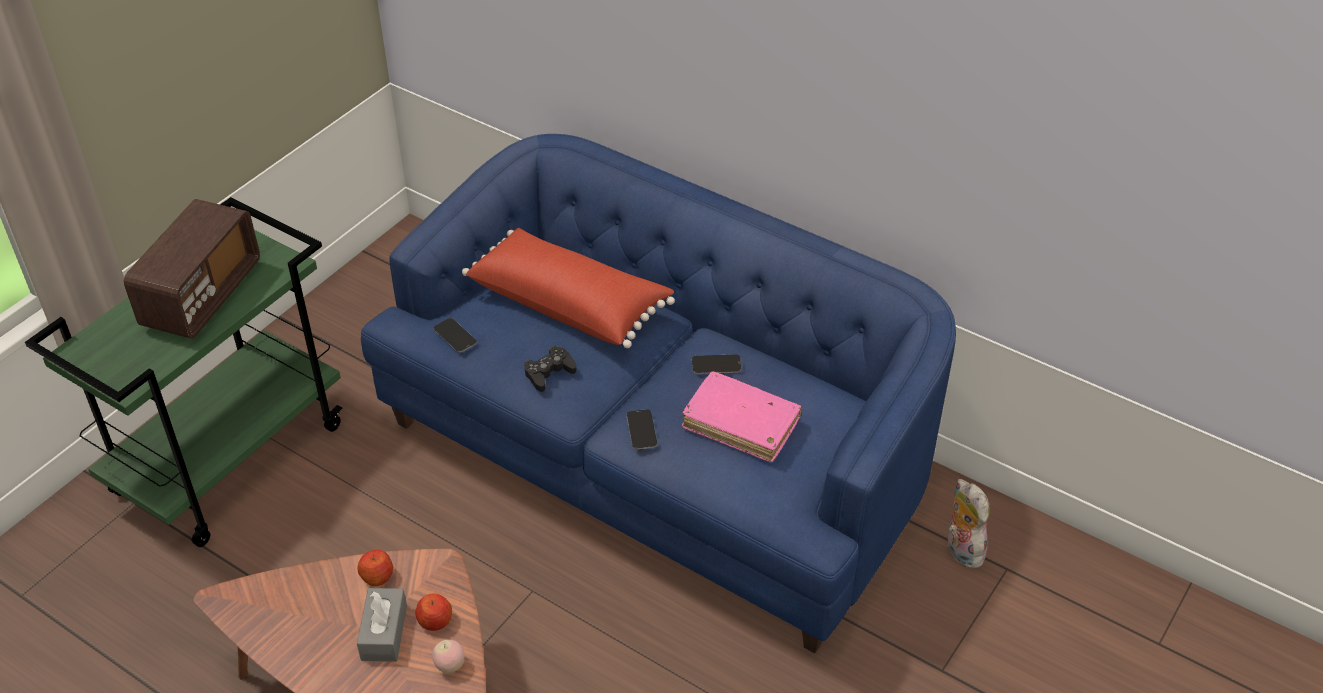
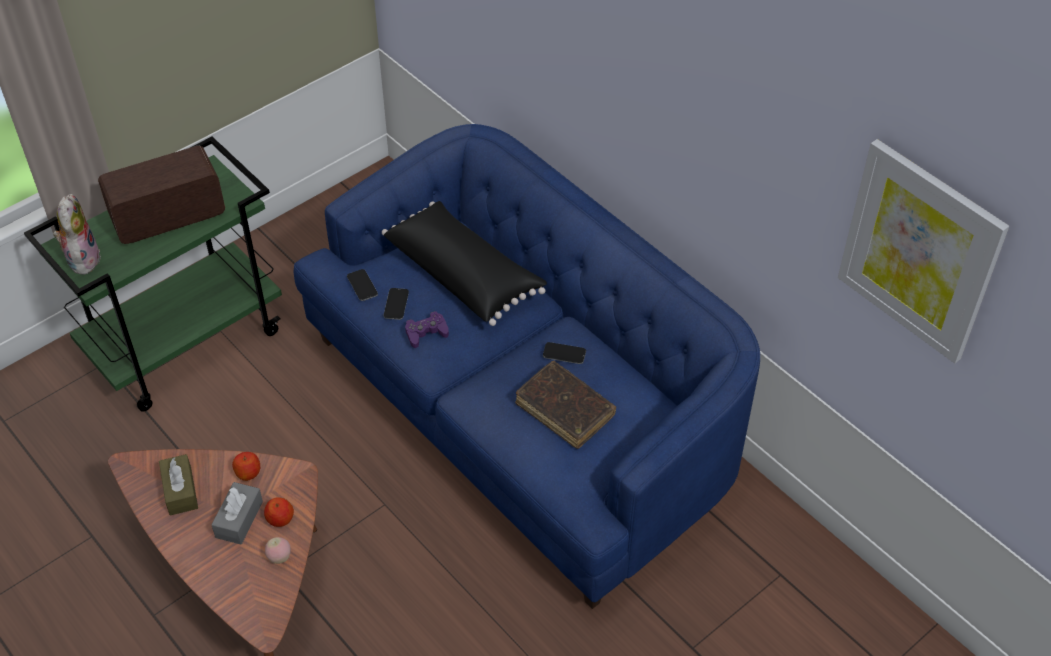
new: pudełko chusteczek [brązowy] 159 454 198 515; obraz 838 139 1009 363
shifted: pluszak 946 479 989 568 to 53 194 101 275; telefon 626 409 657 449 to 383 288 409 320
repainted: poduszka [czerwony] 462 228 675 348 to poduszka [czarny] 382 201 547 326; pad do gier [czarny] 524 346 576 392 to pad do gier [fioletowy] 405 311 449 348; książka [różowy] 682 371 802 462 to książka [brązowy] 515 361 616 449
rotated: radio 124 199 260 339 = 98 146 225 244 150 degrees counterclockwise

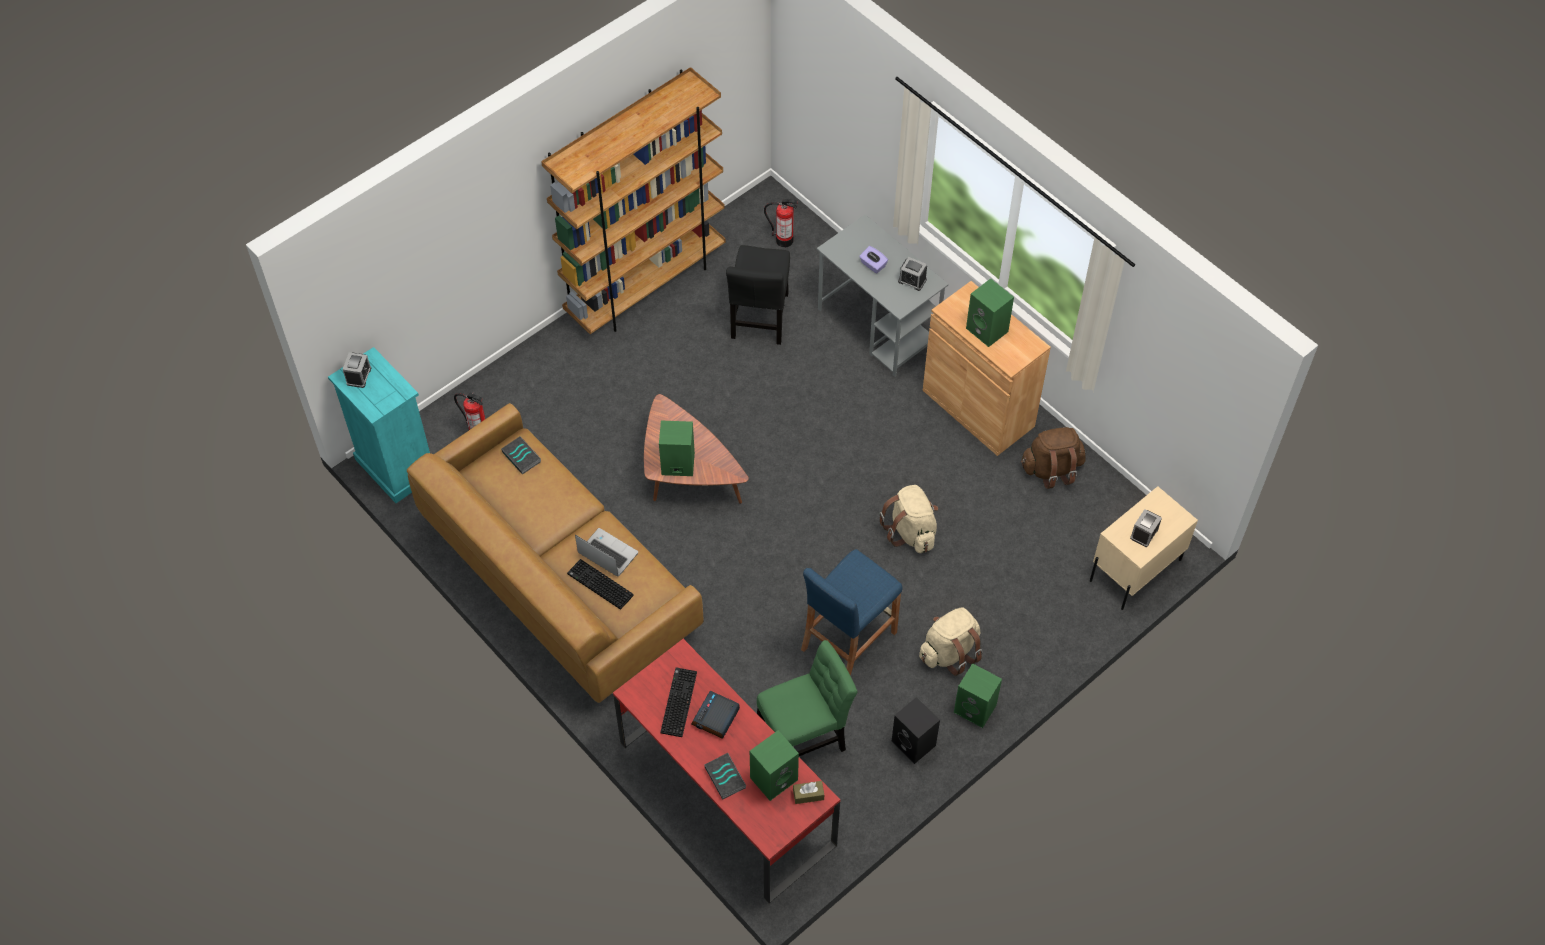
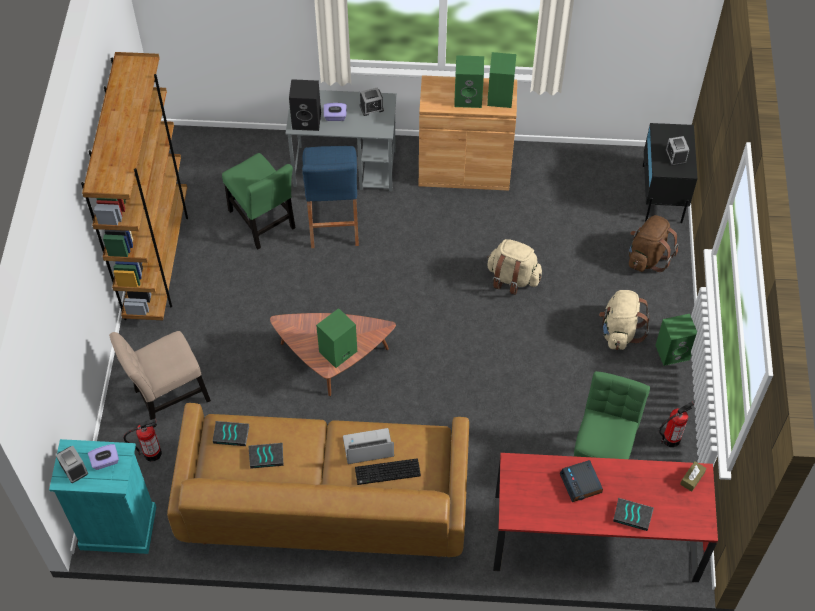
gone: klawiatura 660 667 697 737
new: pudełko chusteczek [fioletowy] 88 444 119 470; krzesło [beżowy] 109 331 211 428; książka 248 443 284 469
shifted: głośnik [czarny] 892 697 940 764 to 289 79 321 131; stołek [niebieski] 801 549 902 676 to 302 146 359 248; głośnik [zielony] 750 730 799 801 to 487 52 516 108; plecak [brązowy] 1021 427 1086 489 to 629 215 679 272; gaśnica 764 199 798 247 to 659 402 694 447
repainted: krzesło [czarny] 726 245 790 345 to krzesło [zielony] 222 153 296 249; szafka nocna [beżowy] 1090 486 1198 610 to szafka nocna [czarny] 643 123 698 223

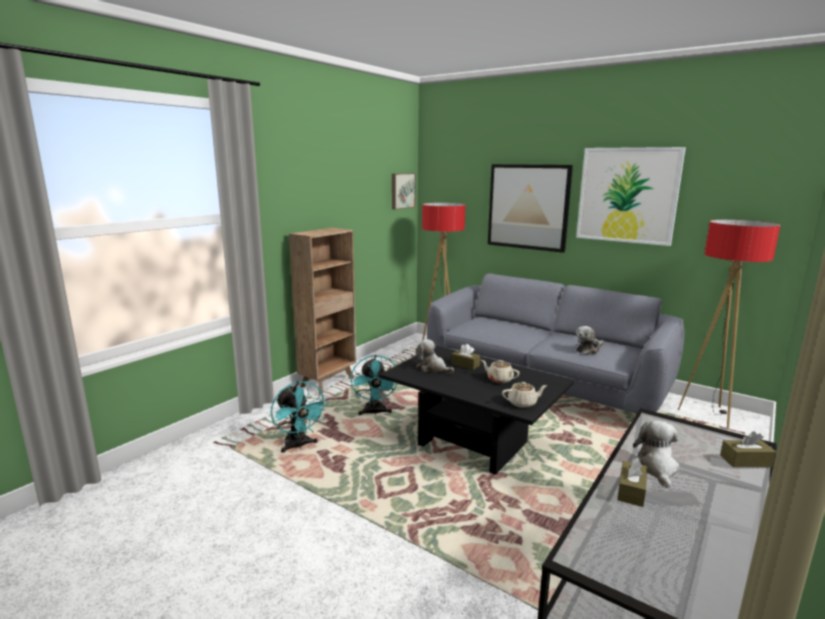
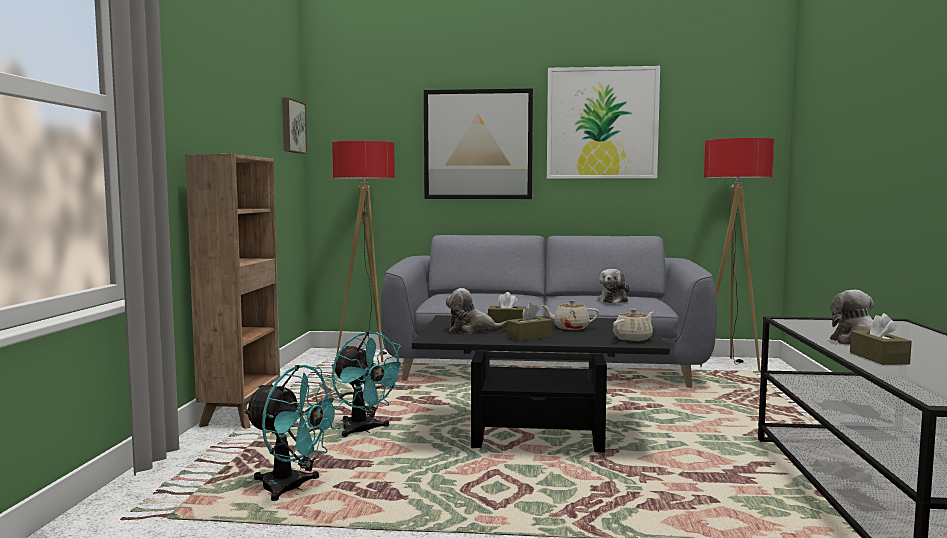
shifted: pudełko chusteczek [brązowy] 720 431 776 467 to 506 303 552 341

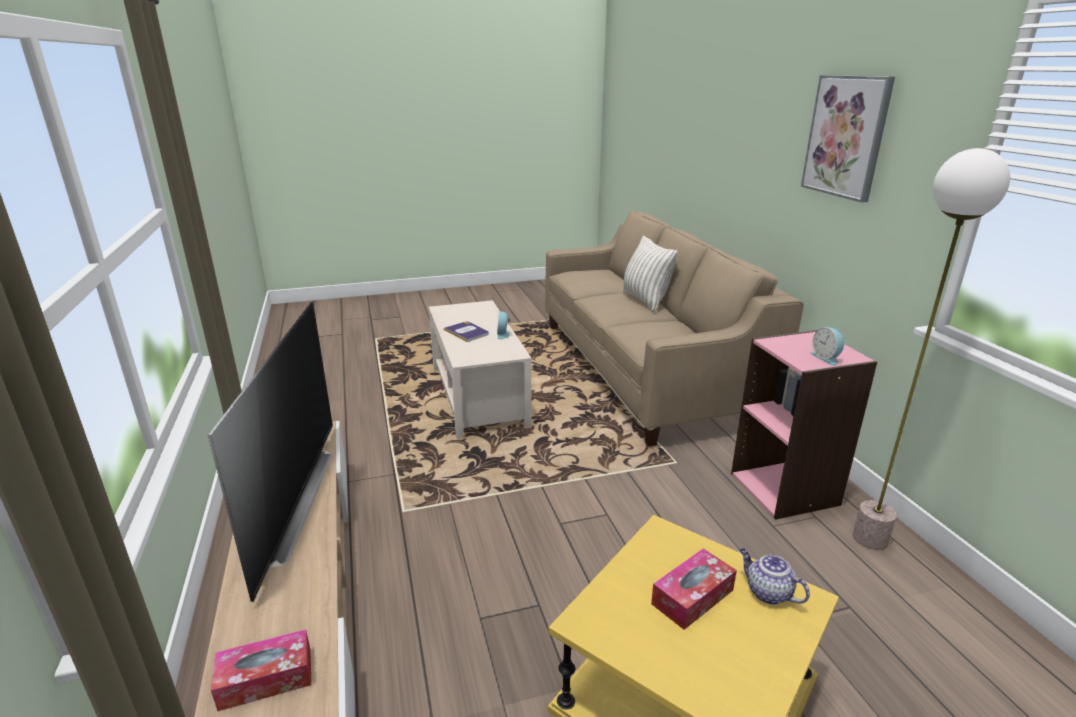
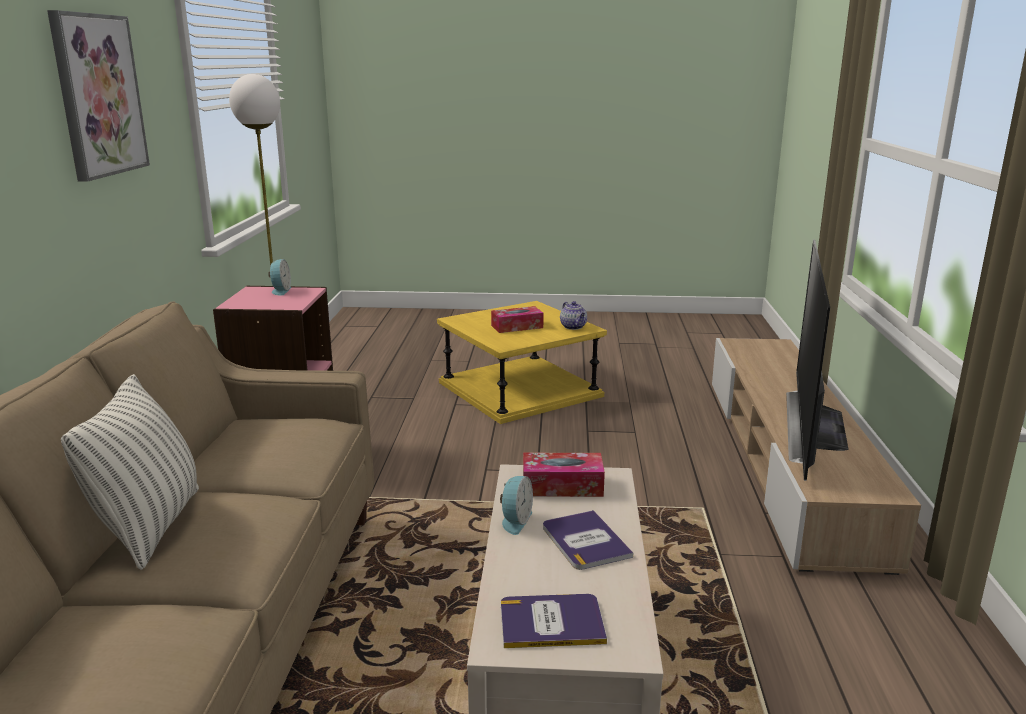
new: książka 501 594 607 648
shifted: pudełko chusteczek 211 629 312 711 to 523 453 605 497; imbryk 740 548 810 605 to 560 301 587 330

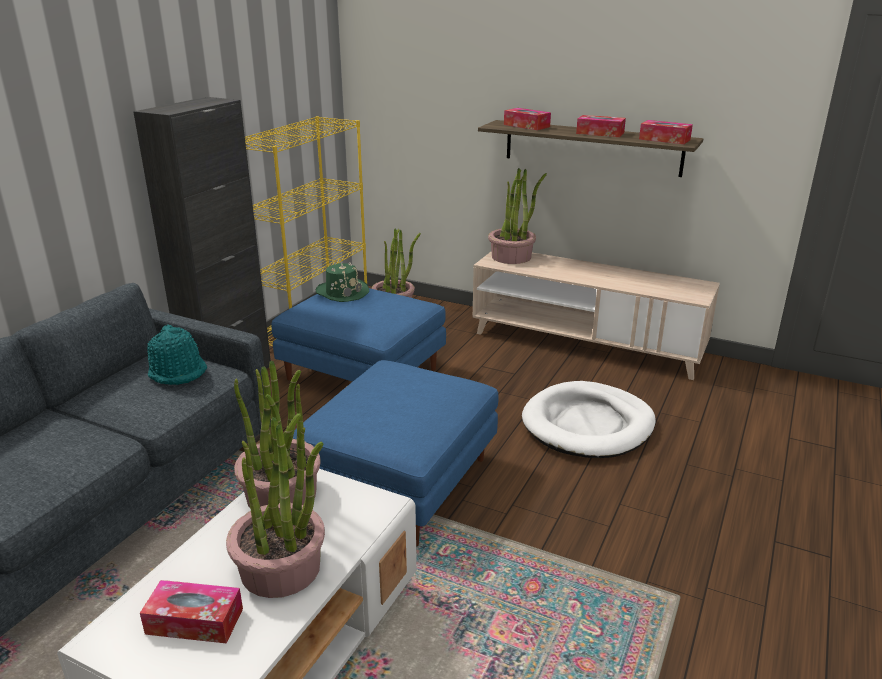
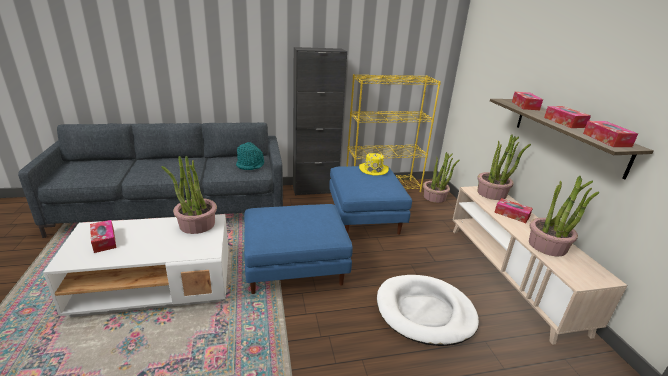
new: pudełko chusteczek 494 198 533 223
shifted: roślina doniczkowa 226 413 325 598 to 529 176 599 256
repainted: kapelusz [zielony] 316 263 369 302 to kapelusz [żółty] 359 153 389 176

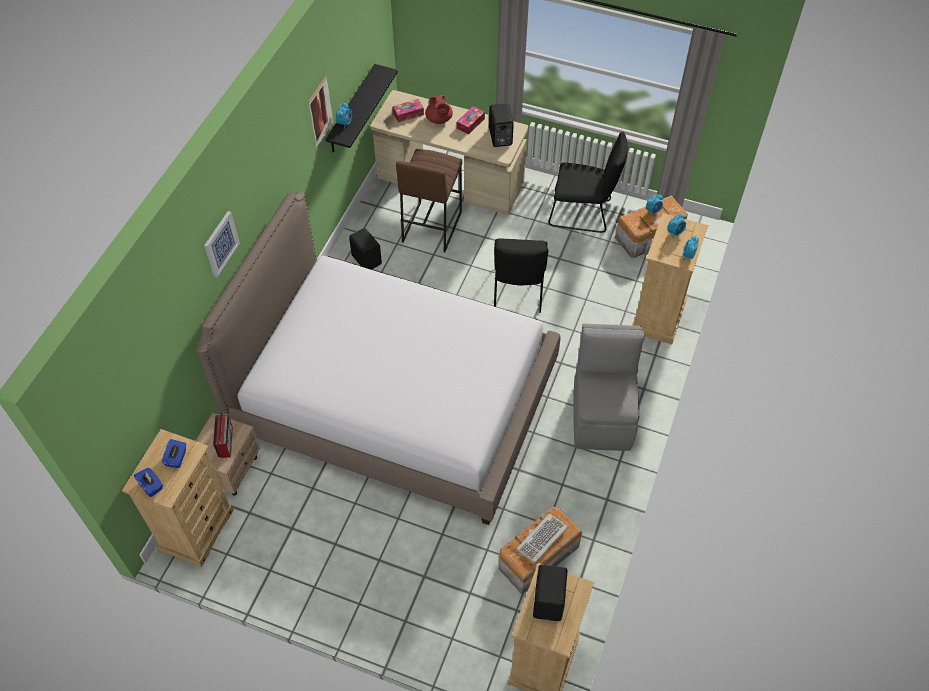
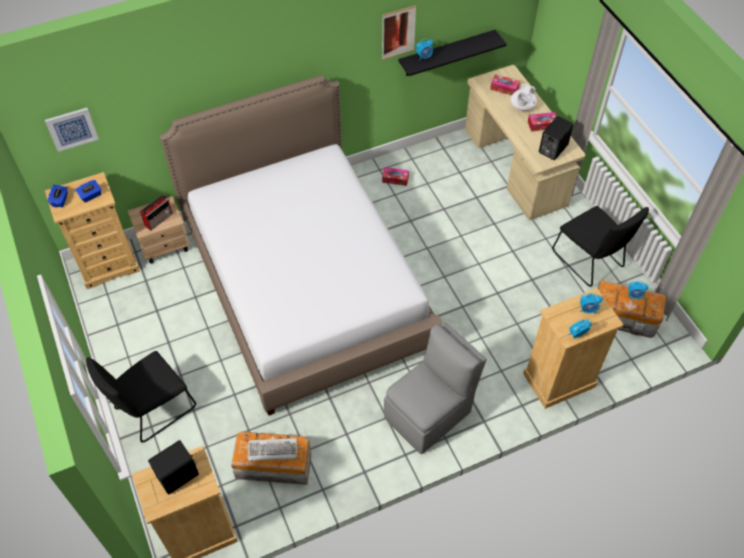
gone: stołek [brązowy] 396 149 462 252
shifted: obraz 204 211 240 277 to 45 108 99 152; krzesło [czarny] 494 238 549 313 to 86 351 196 443
swapped: głośnik [czarny] 349 228 382 270 to pudełko chusteczek 382 167 409 186
repainted: imbryk [czerwony] 425 95 453 124 to imbryk [biały] 510 83 537 111

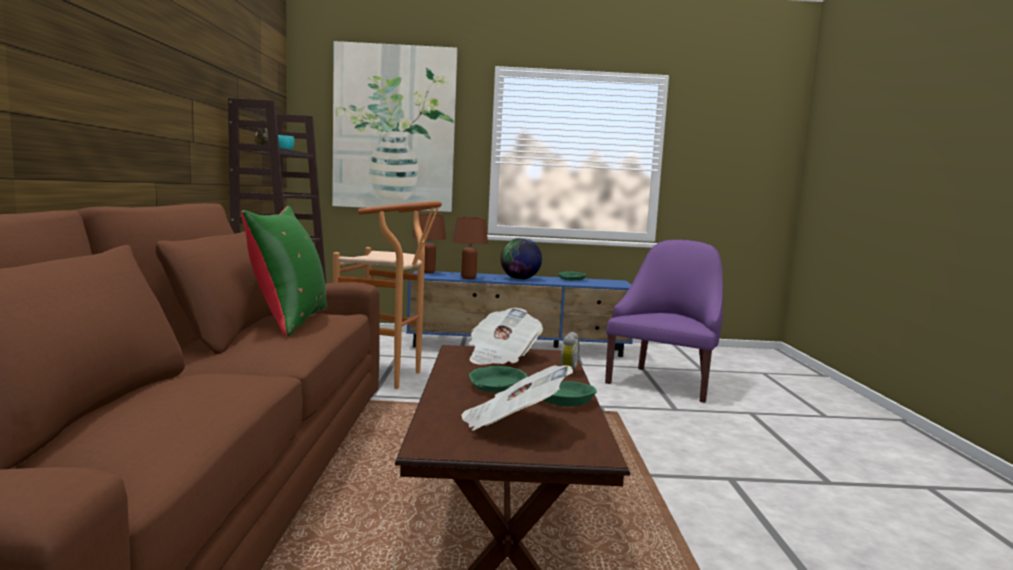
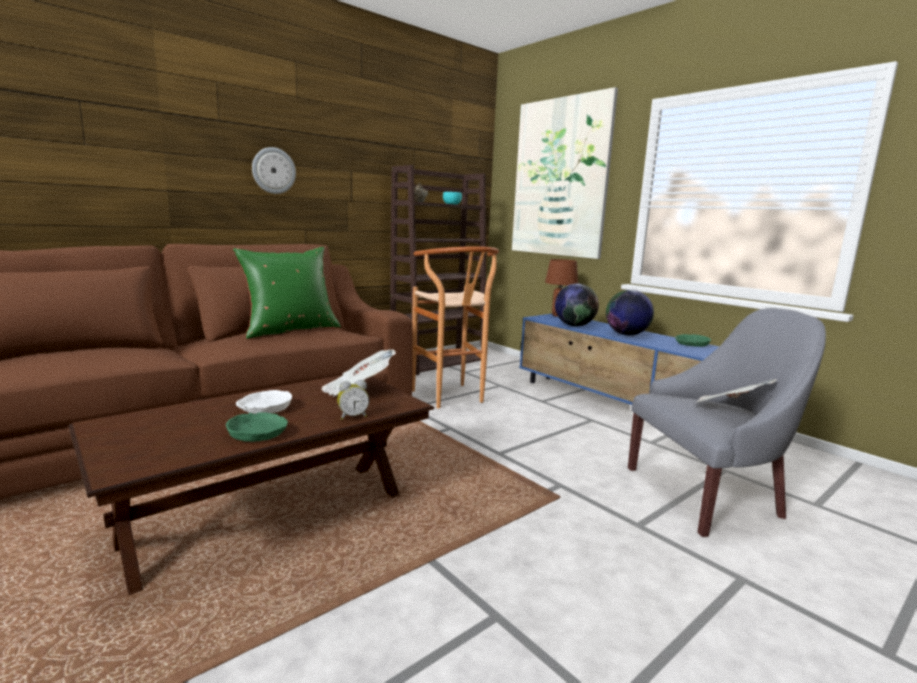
new: zegar ścienny 252 147 296 194
shifted: gazeta 461 365 573 431 to 697 379 777 402
swapped: lampa stołowa [brązowy] 452 217 488 279 to globus 555 283 599 326
repainted: miska [zielony] 469 366 528 392 to miska [biały] 236 390 292 414; fotel [fioletowy] 605 240 723 403 to fotel [szary] 628 308 826 537

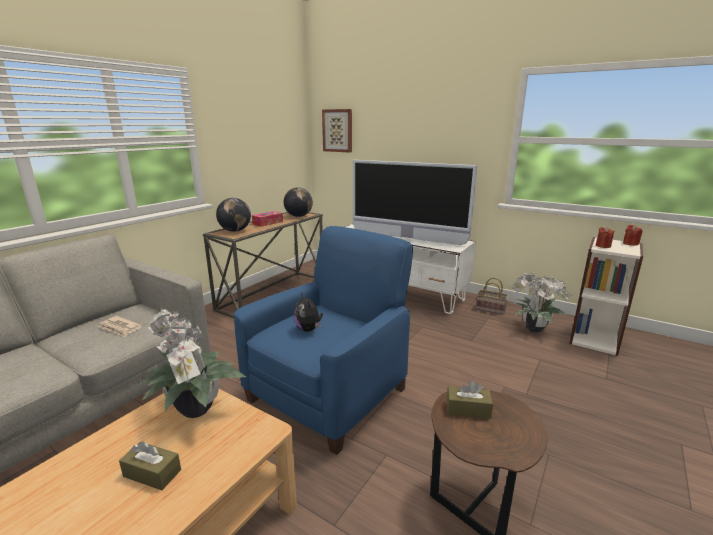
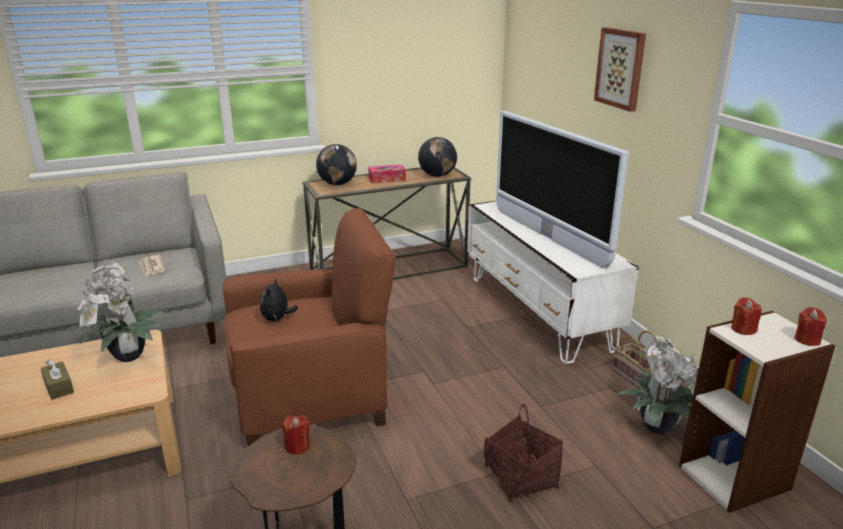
new: koszyk 484 404 563 502
shifted: obraz 322 109 352 153 to 594 27 646 112
swapped: pudełko chusteczek [brązowy] 447 381 493 419 to świeca [czerwony] 282 416 310 455
repainted: fotel [niebieski] 234 226 413 455 to fotel [brązowy] 223 208 396 446

